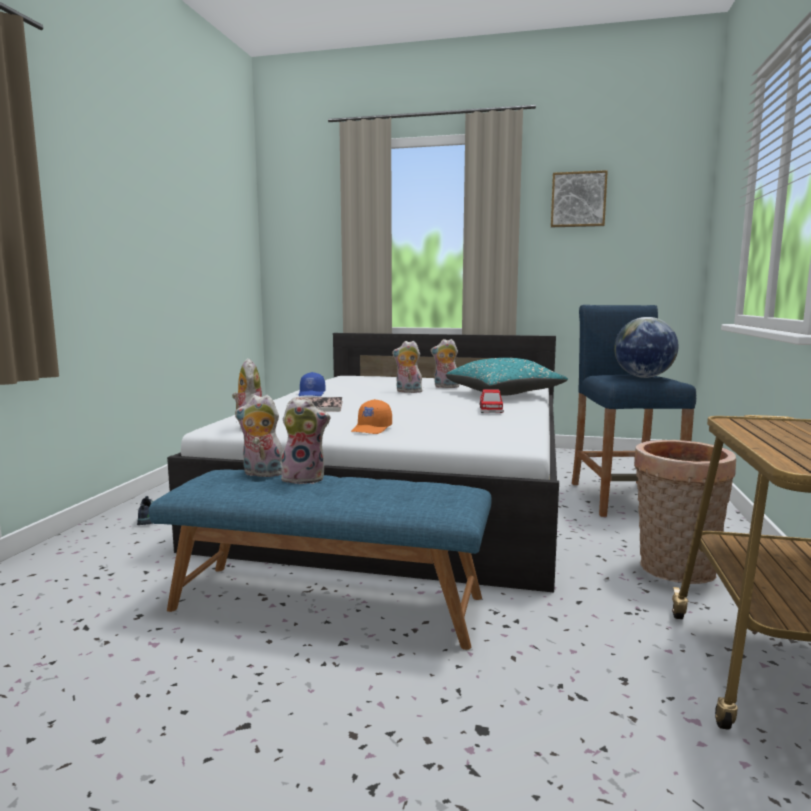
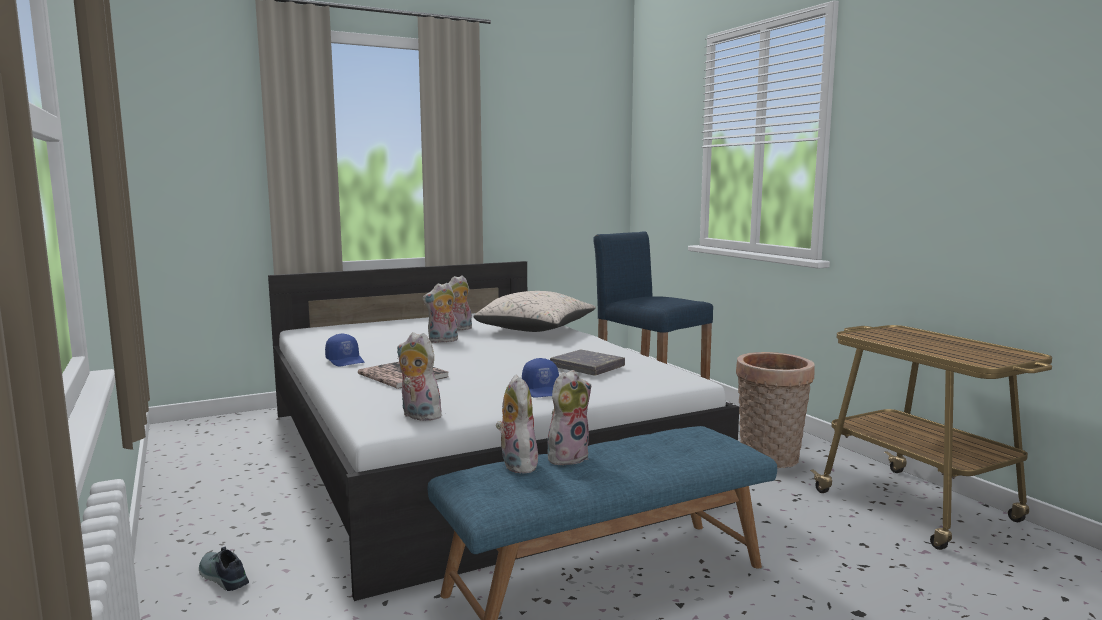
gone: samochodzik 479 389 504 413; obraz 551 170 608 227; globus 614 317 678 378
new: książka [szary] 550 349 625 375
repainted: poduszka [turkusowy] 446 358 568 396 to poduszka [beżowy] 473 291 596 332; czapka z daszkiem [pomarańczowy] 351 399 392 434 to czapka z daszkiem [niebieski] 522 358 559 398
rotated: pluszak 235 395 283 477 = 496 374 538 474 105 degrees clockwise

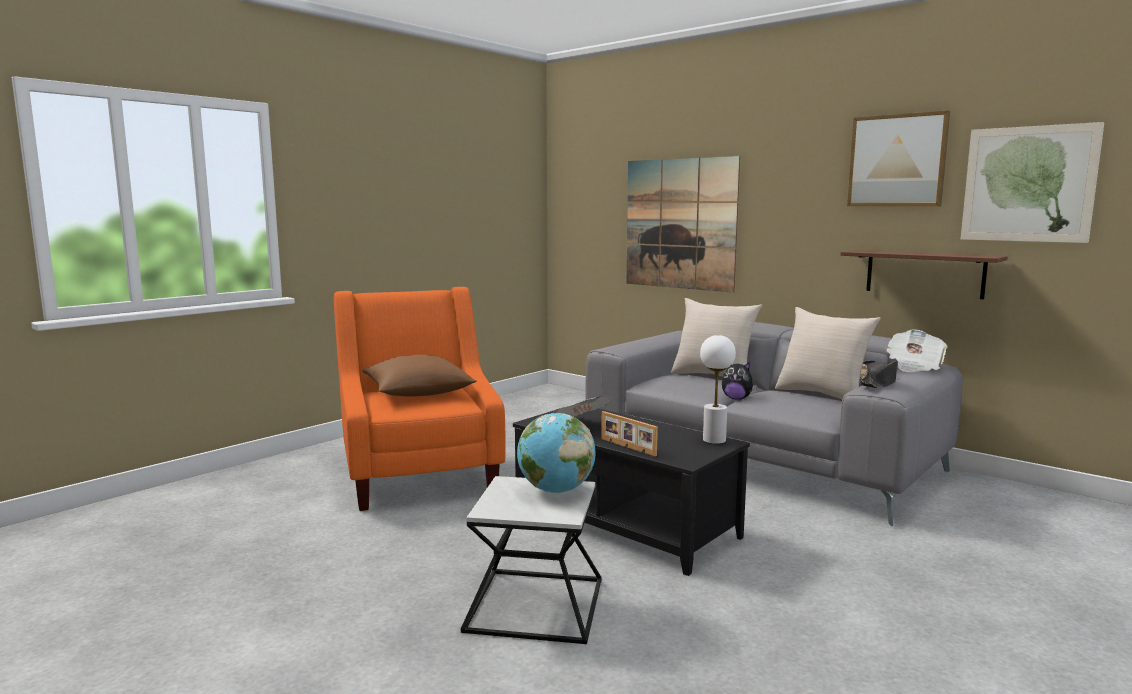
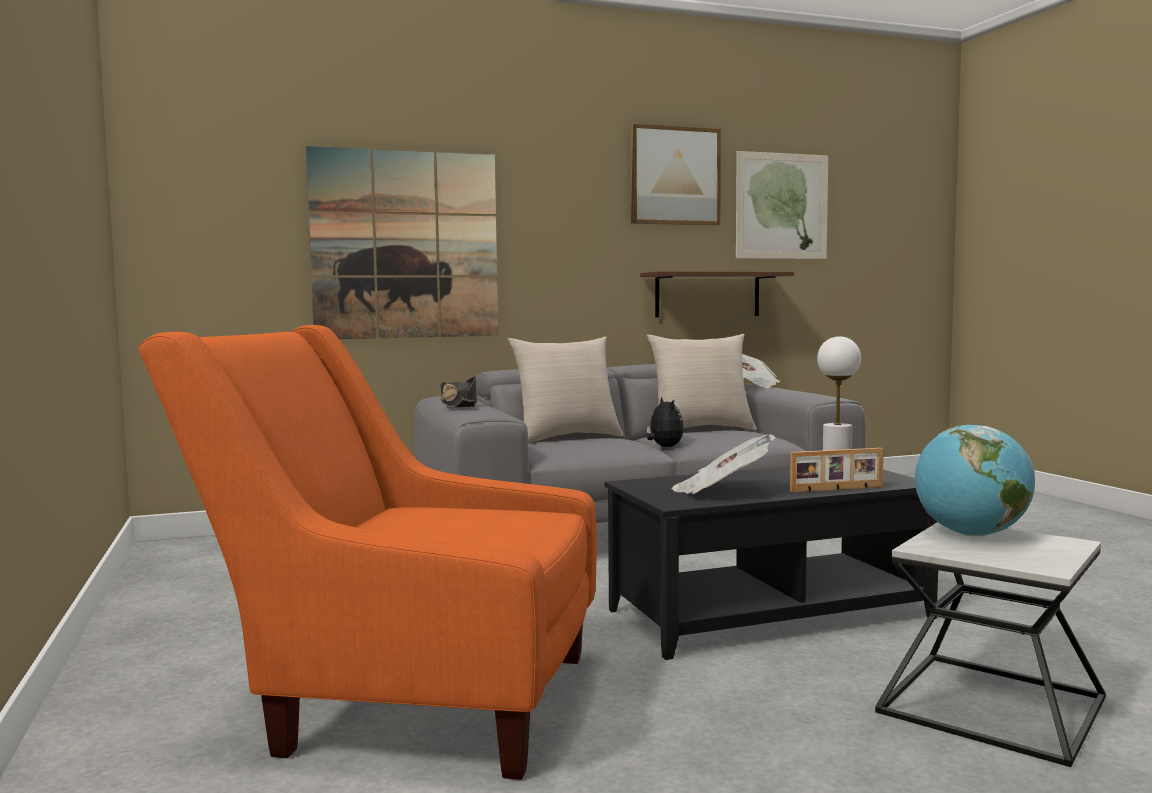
gone: poduszka [brązowy] 363 355 477 397
shifted: kapelusz [czarny] 860 360 898 389 to 441 376 477 408
rotated: pluszak 722 362 757 400 = 646 397 684 447 75 degrees counterclockwise

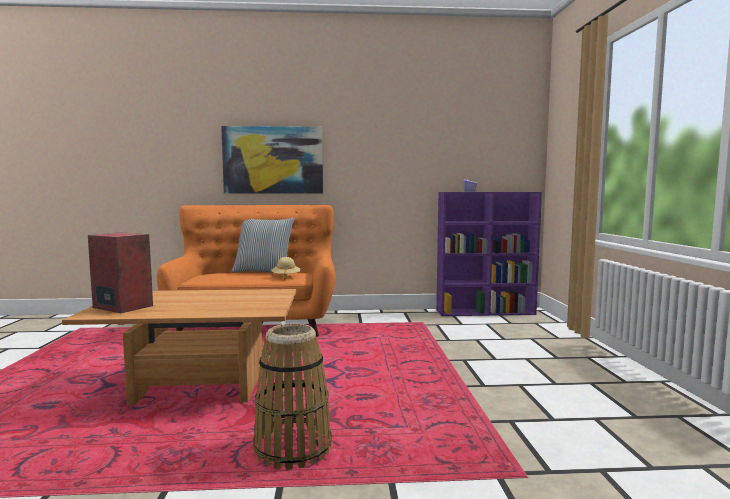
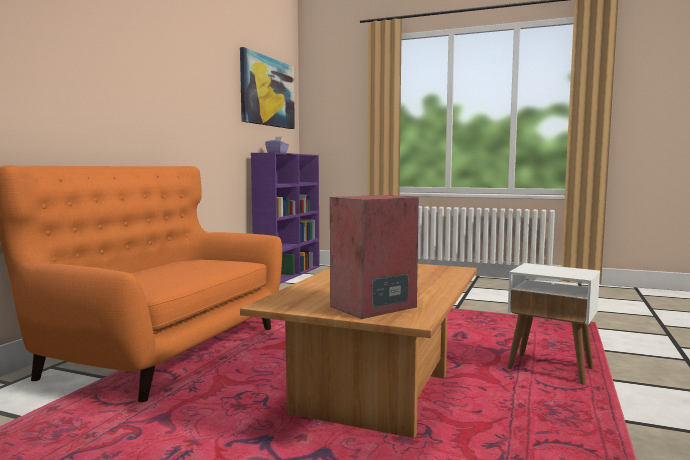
gone: poduszka 232 218 295 275; kapelusz [beżowy] 271 257 301 280
shifted: obraz 221 126 323 194 to 240 47 295 129
swapped: koszyk 253 324 332 470 to stolik [biały] 507 263 600 385

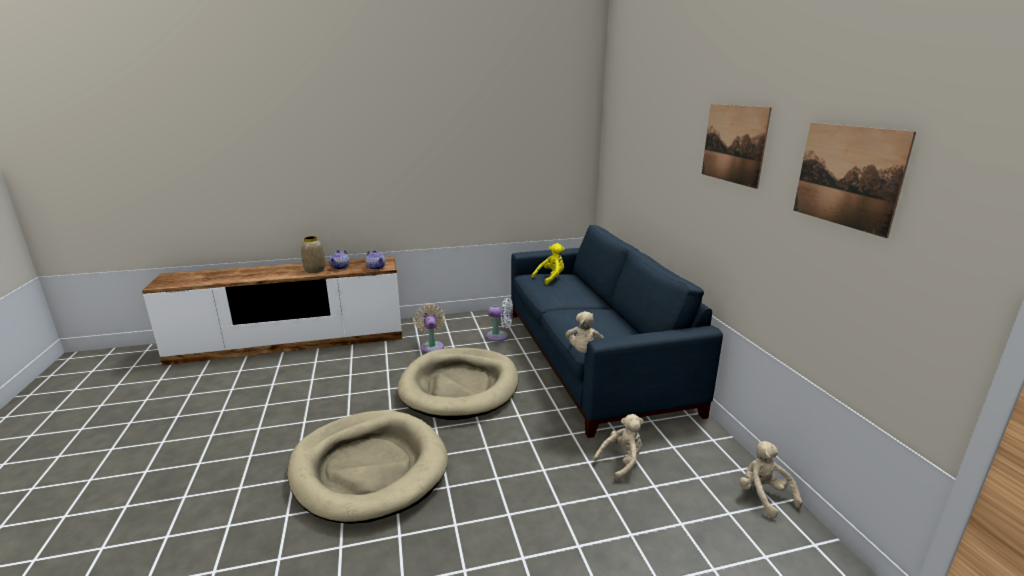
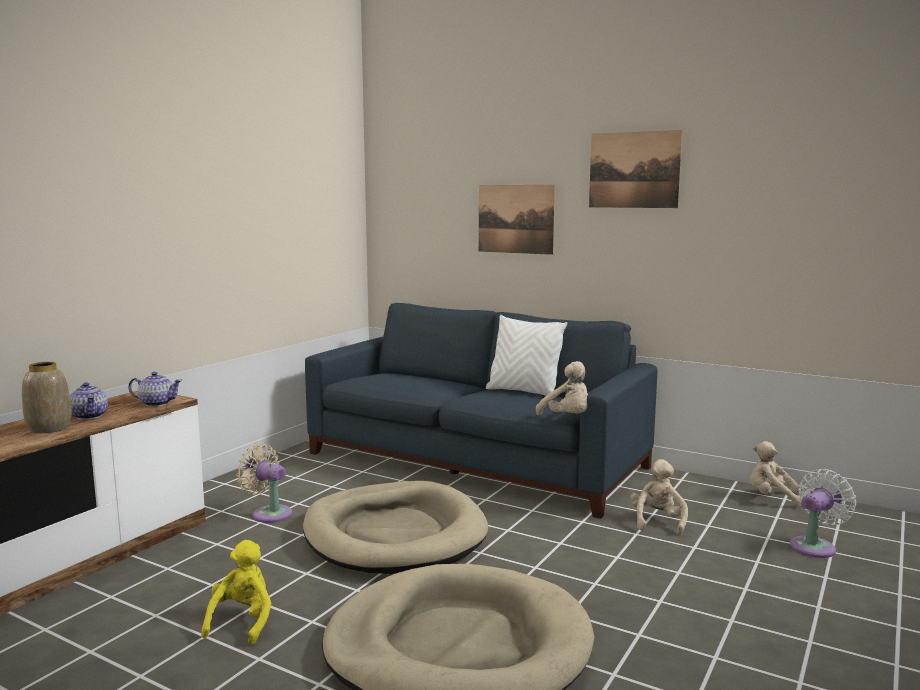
new: poduszka [biały] 486 315 568 396
shifted: pluszak [żółty] 532 243 564 285 to 201 540 271 645; obraz 793 123 916 238 to 479 185 555 255; wentylator [biały] 486 298 513 341 to 790 469 856 558

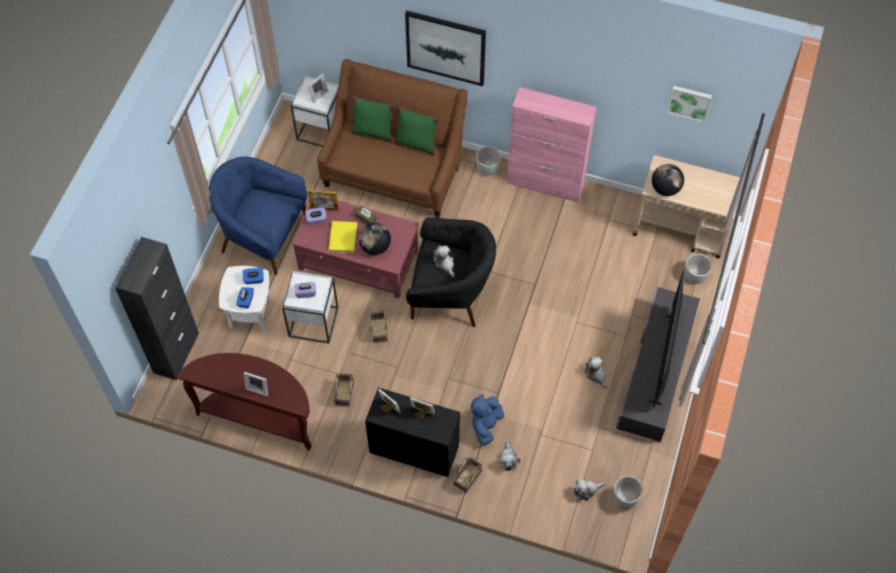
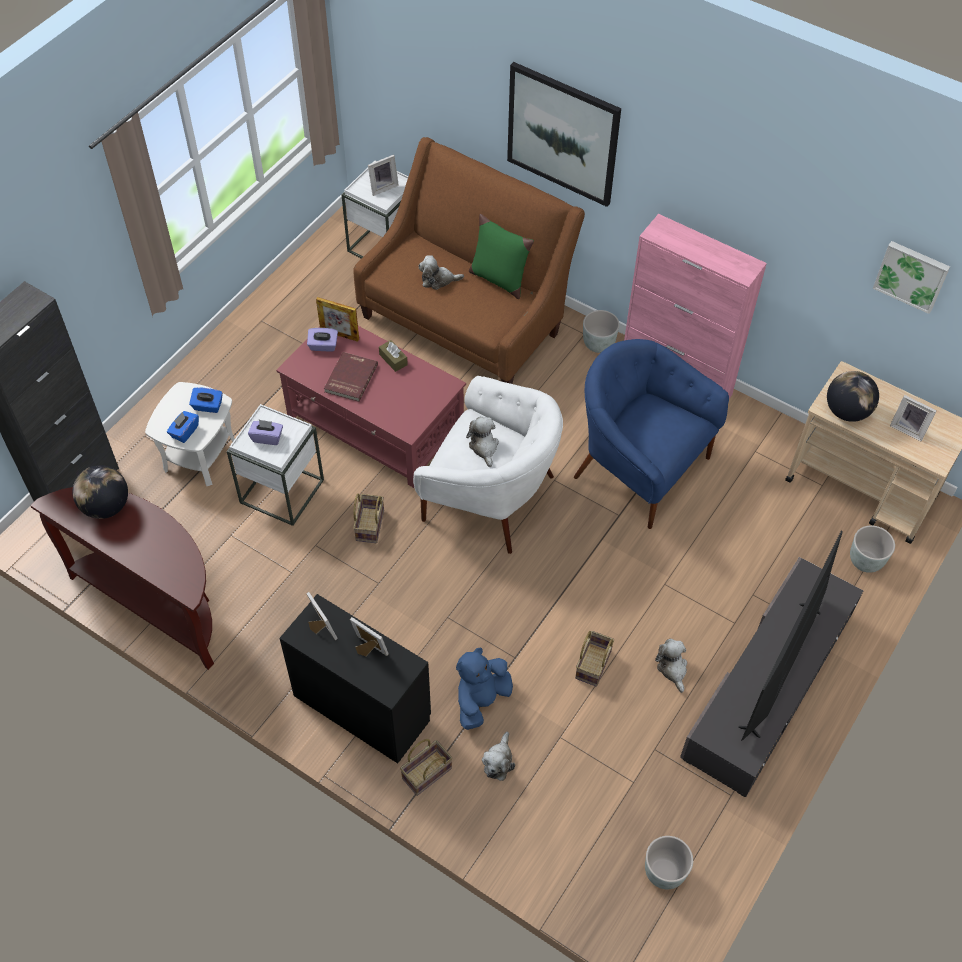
gone: poduszka [zielony] 352 95 394 143
shifted: globus 359 223 391 255 to 72 465 128 519; pluszak 574 478 605 500 to 418 255 464 290; fotel [niebieski] 209 156 307 275 to 574 339 729 529; koszyk 333 373 354 407 to 575 631 614 687; ramka na zdjęcie 244 372 268 396 to 890 395 936 441
repainted: książka [żółty] 329 221 357 253 to książka [czerwony] 324 352 378 402; fotel [czarny] 406 218 496 327 to fotel [biały] 413 376 563 554

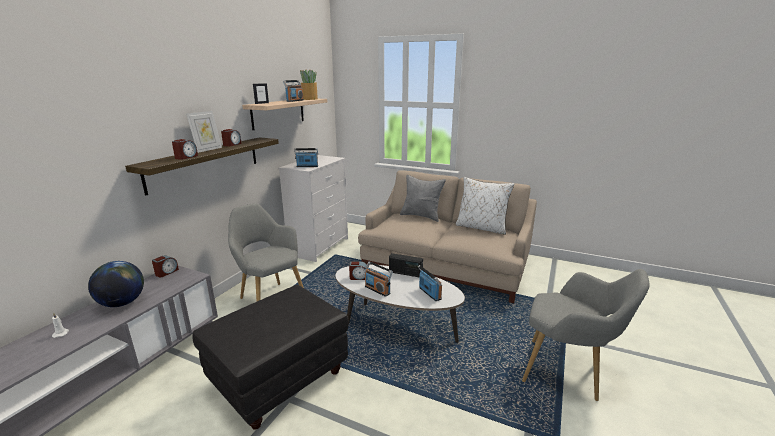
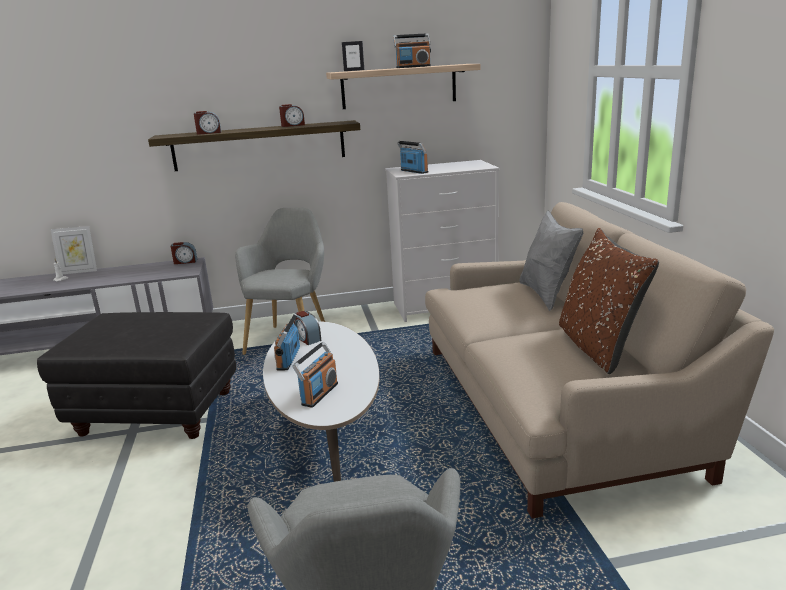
gone: globus 88 261 144 307; roślina doniczkowa 300 70 318 100; radio 389 253 423 277
shifted: ramka na zdjęcie 186 111 222 153 to 51 226 97 274
repainted: poduszka [biały] 456 177 514 235 to poduszka [brązowy] 559 228 659 374

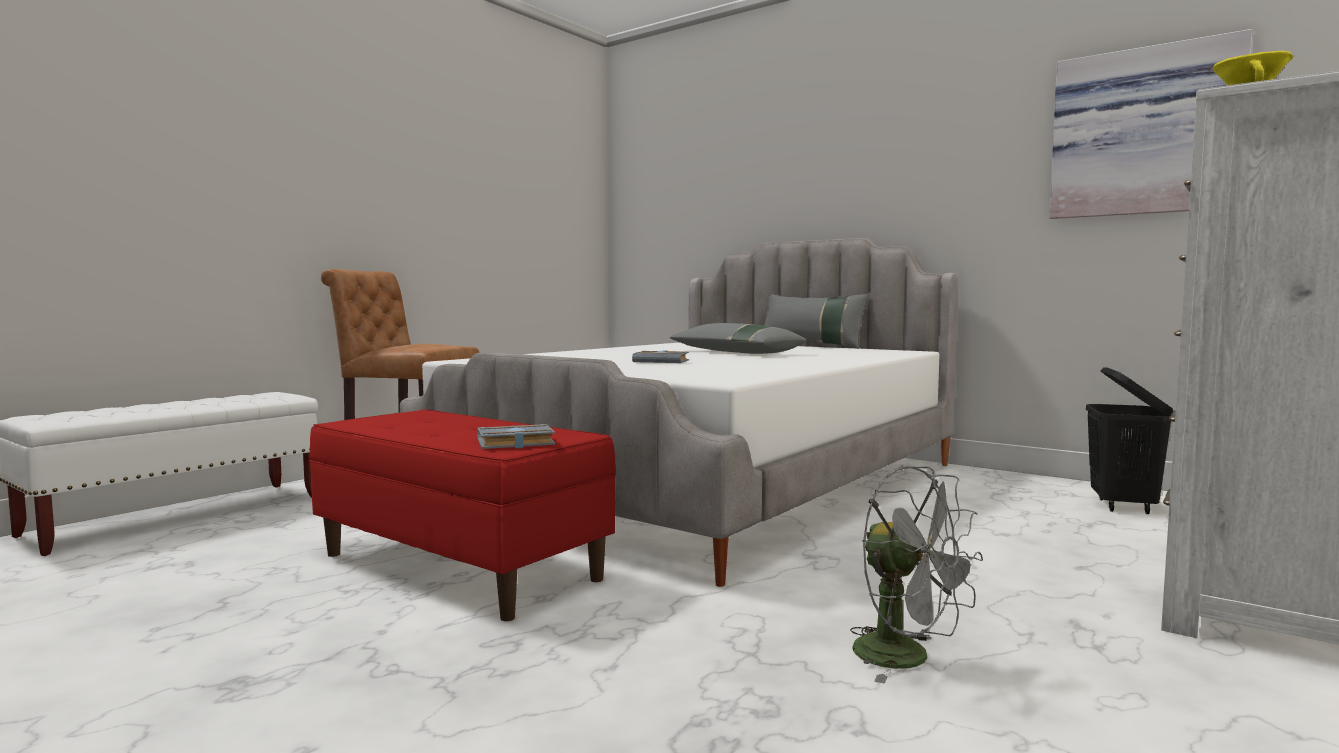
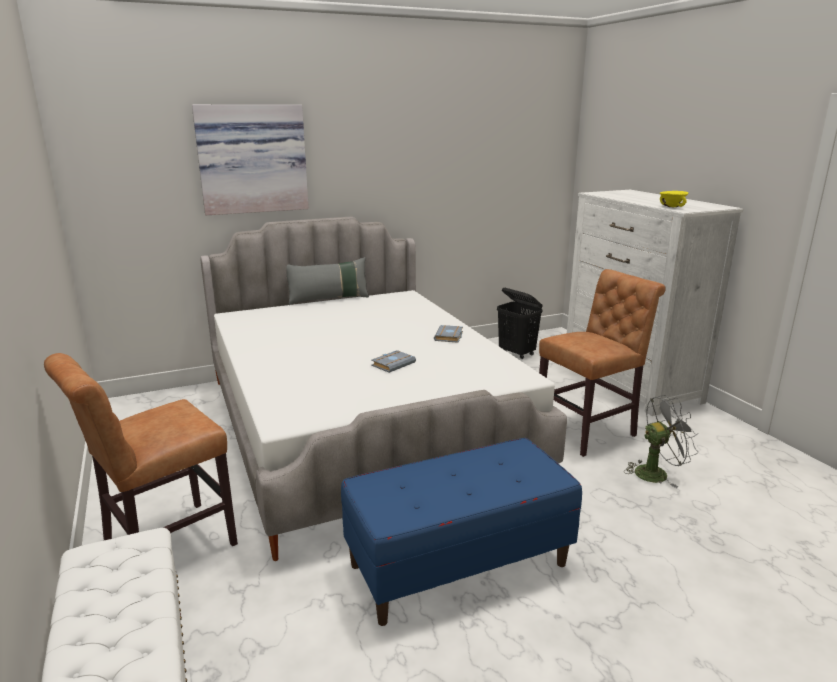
gone: poduszka [szary] 670 323 807 354
new: krzesło [brązowy] 539 269 666 457
shifted: obraz 1049 29 1252 219 to 192 105 309 215; książka [szary] 477 424 555 449 to 434 325 463 343
repainted: ławka [czerwony] 309 409 616 621 to ławka [niebieski] 341 438 582 626

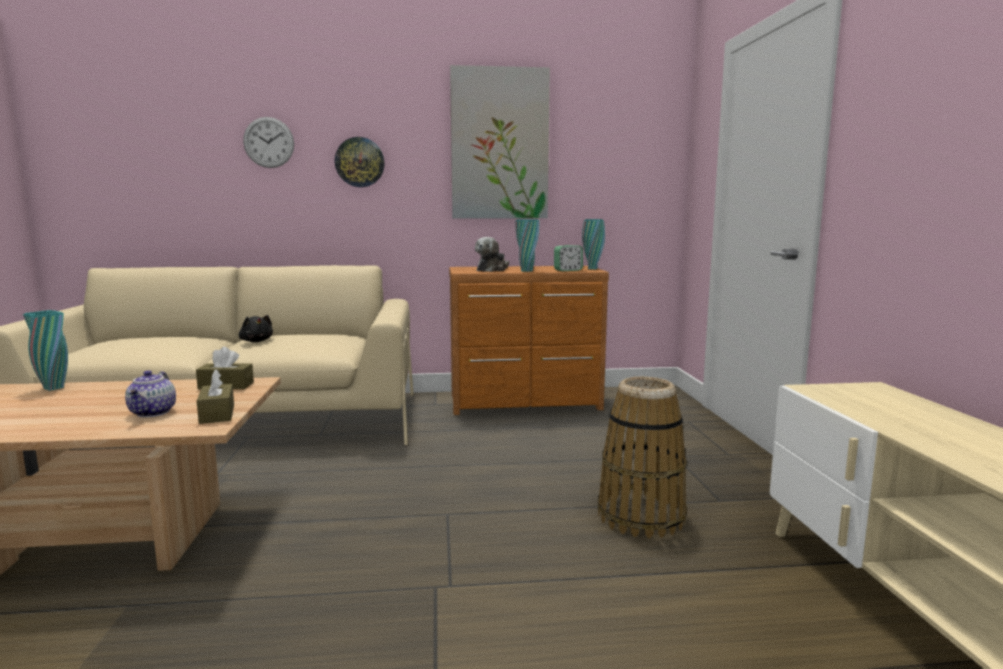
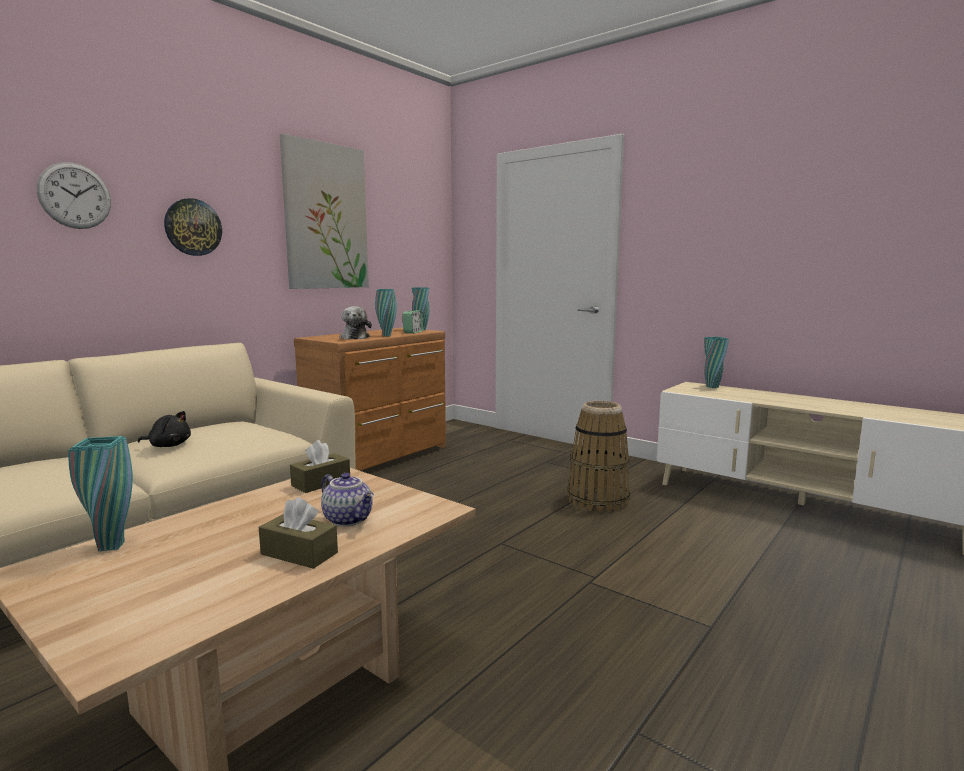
new: wazon [turkusowy] 704 337 729 388
shifted: pudełko chusteczek [brązowy] 197 369 234 424 to 259 497 338 569

